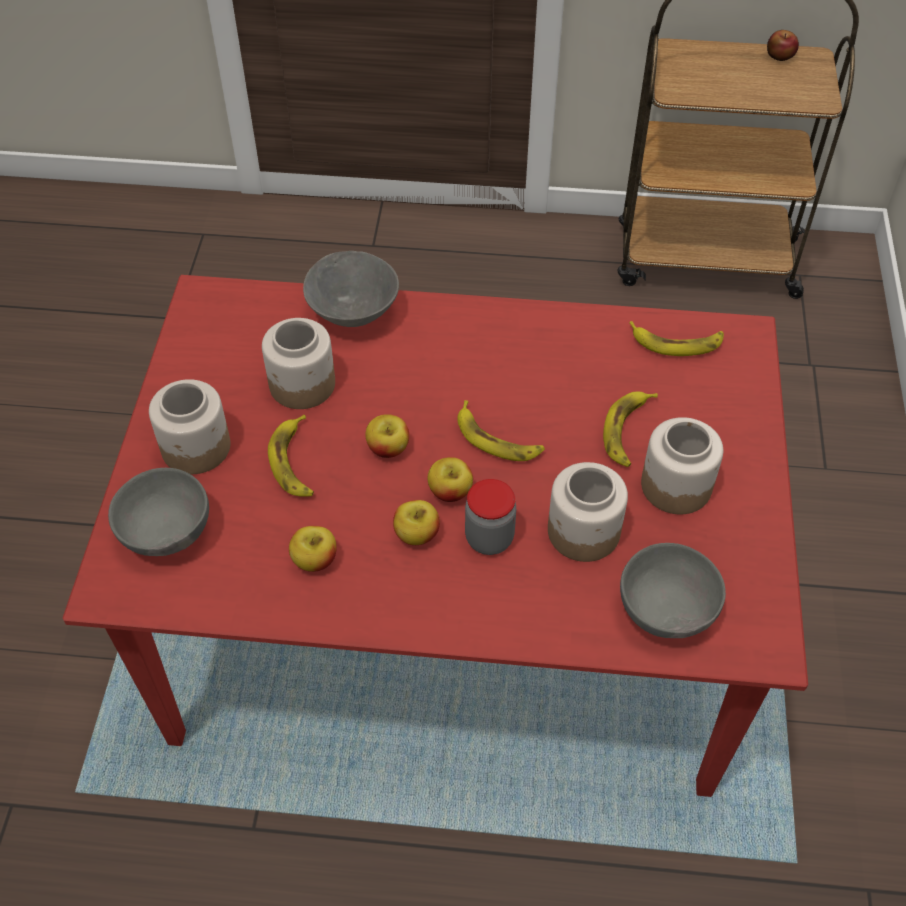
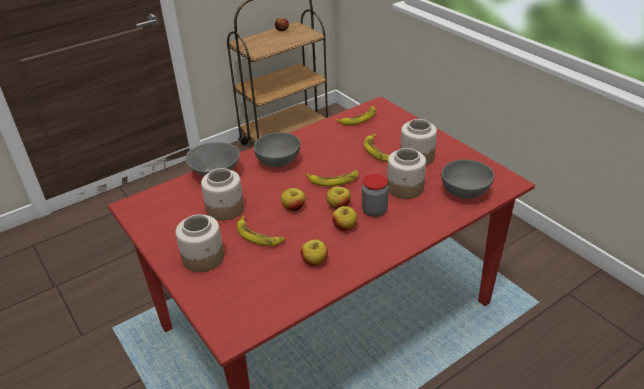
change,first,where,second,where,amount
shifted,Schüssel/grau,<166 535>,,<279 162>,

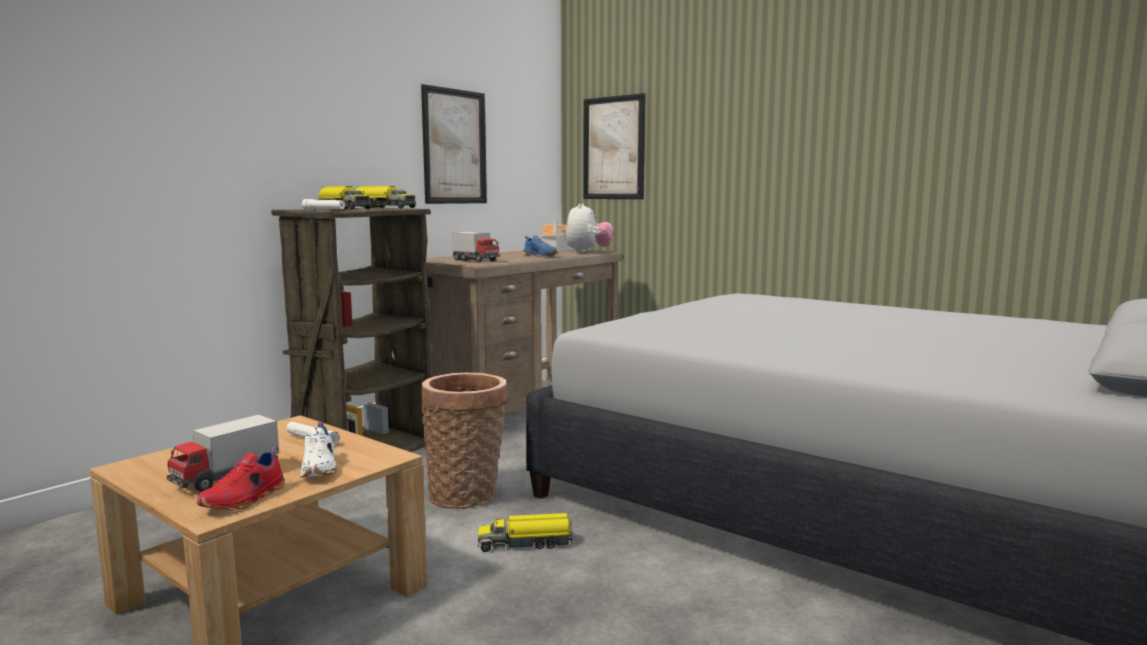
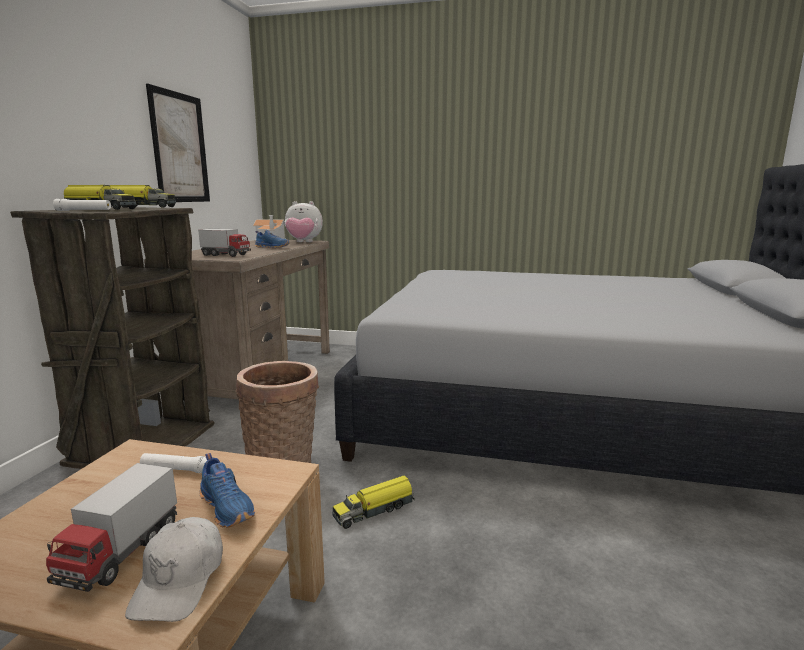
change,first,where,second,where,amount
gone,Bild,<613 148>,,,
rotated,Plüschtier,<588 252>,,<303 242>,105 degrees clockwise
repainted,Schuh/weiß,<320 468>,Schuh/blau,<228 507>,
swapped,Schuh/rot,<245 499>,Kappe/weiß,<180 580>,

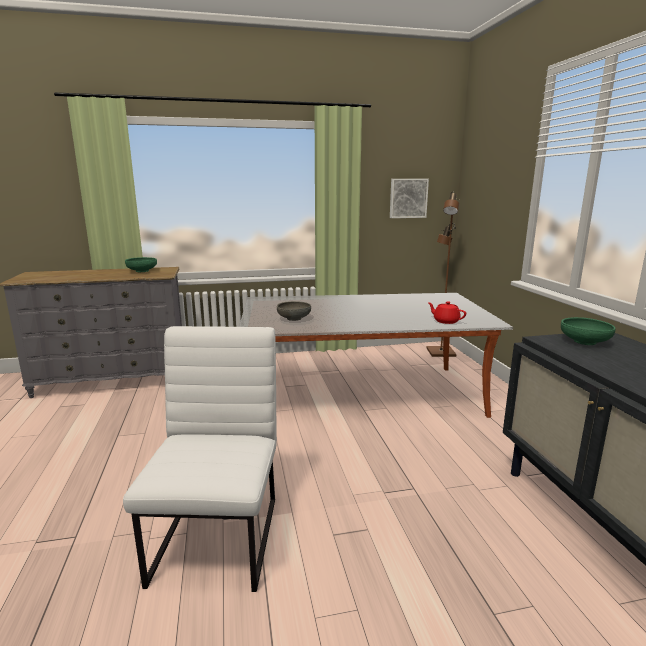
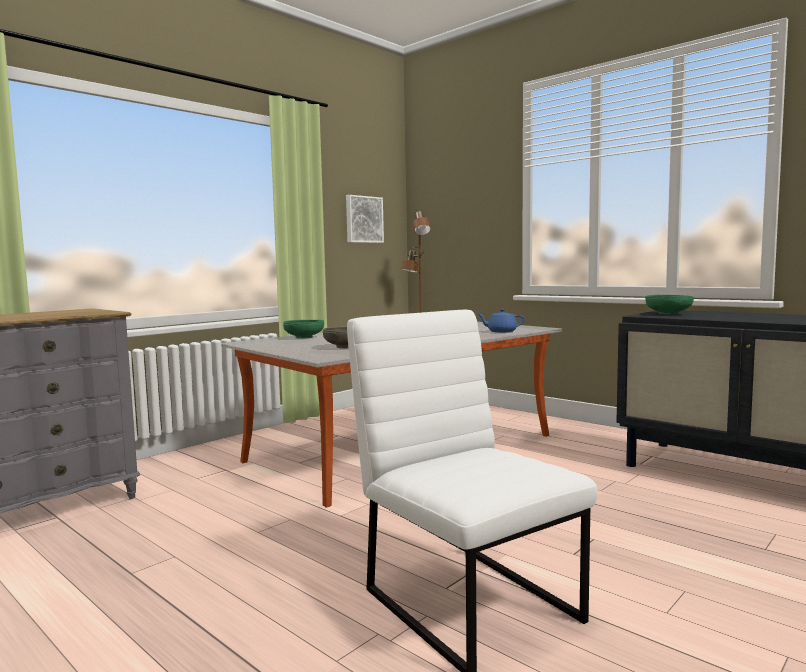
change,first,where,second,where,amount
shifted,Schüssel/grün,<142 271>,,<304 337>,
repainted,Teekanne/rot,<445 321>,Teekanne/blau,<501 331>,

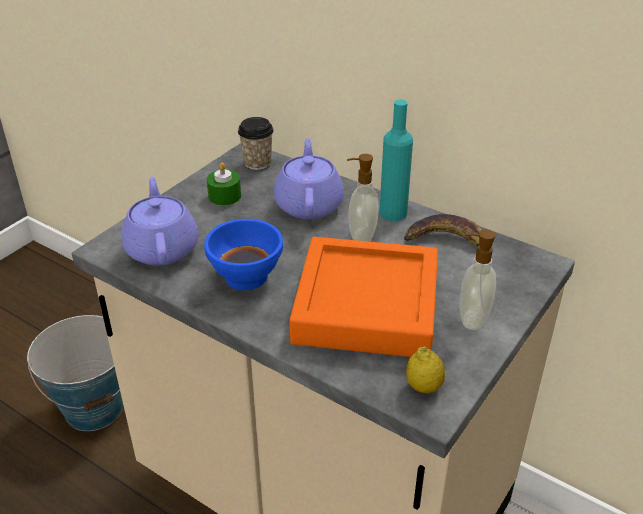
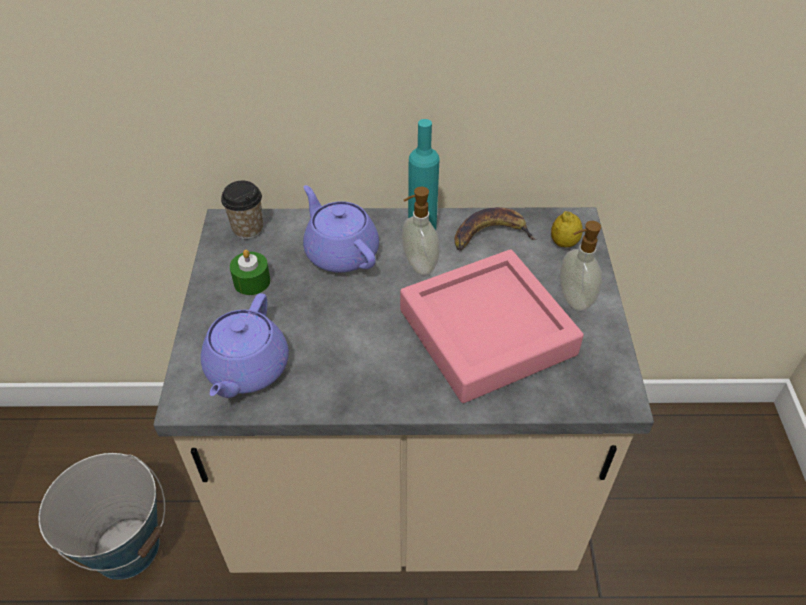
change,first,where,second,where,amount
rotated,Teekanne/lila,<162 248>,,<246 369>,120 degrees counterclockwise
gone,Schüssel/blau,<246 276>,,,
repainted,Tablett/orange,<366 306>,Tablett/rosa,<487 332>,
shifted,Zitrone,<423 387>,,<564 243>,

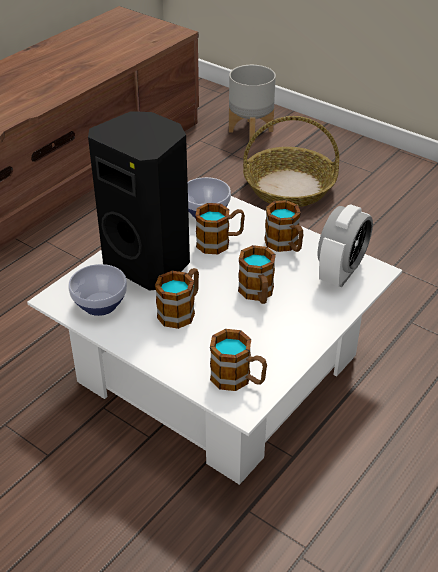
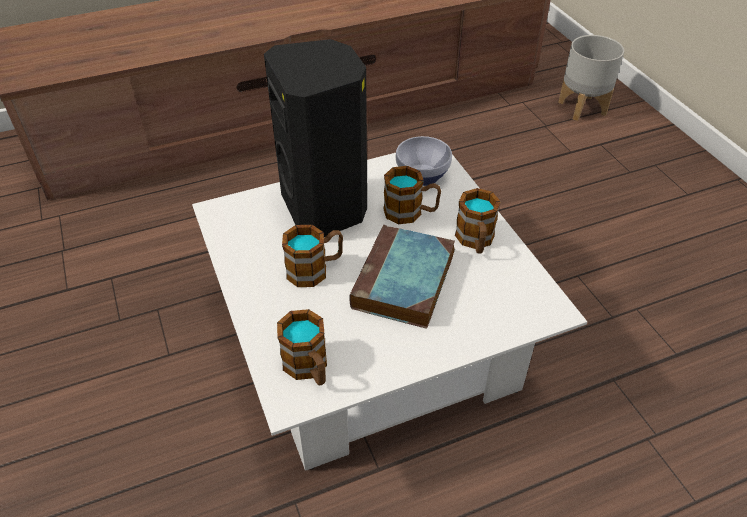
change,first,where,second,where,amount
gone,Korb,<289 187>,,,
gone,Wecker,<341 272>,,,
swapped,Henkelbecher,<257 294>,Buch,<403 283>,
gone,Schüssel,<99 303>,,,

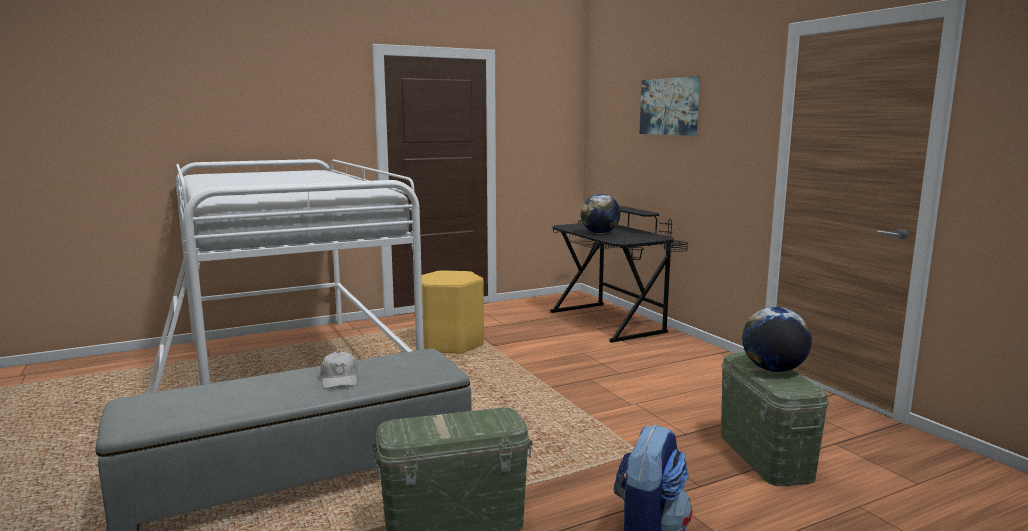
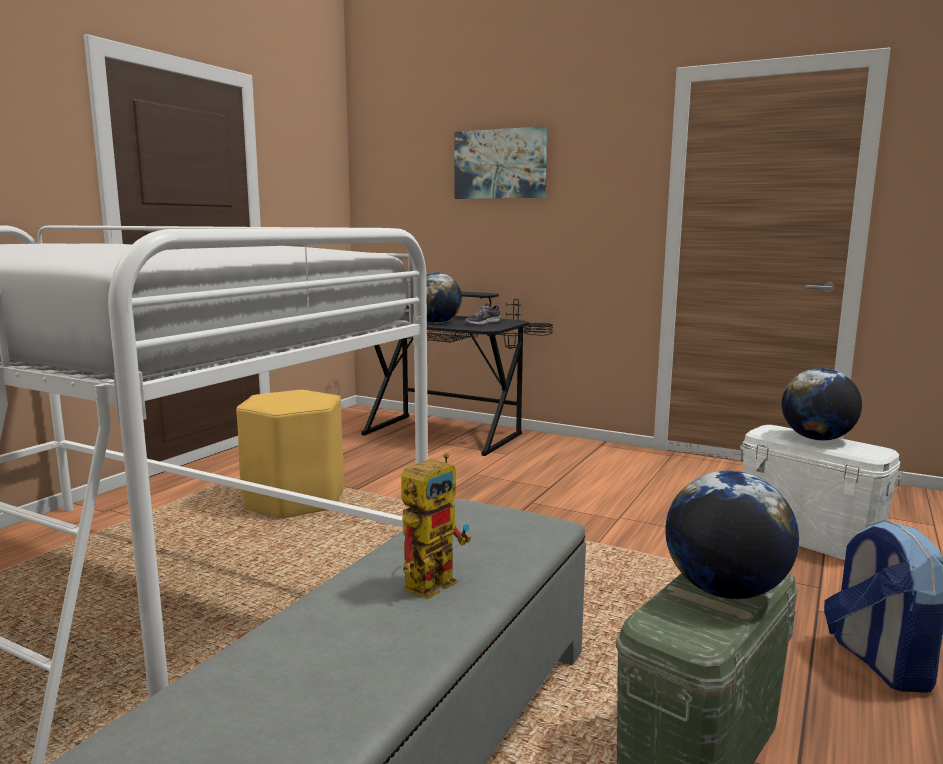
change,first,where,second,where,amount
swapped,Kappe/weiß,<340 379>,Spielzeugroboter,<434 579>,
repainted,Aufbewahrungsbox/grün,<764 456>,Aufbewahrungsbox/weiß,<807 537>,
new,,,Schuh,<482 323>,
new,,,Globus,<724 591>,

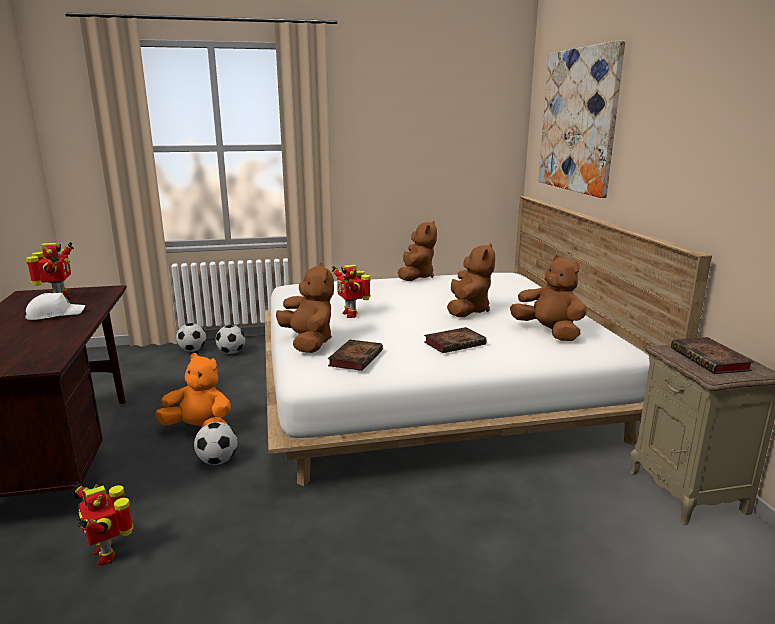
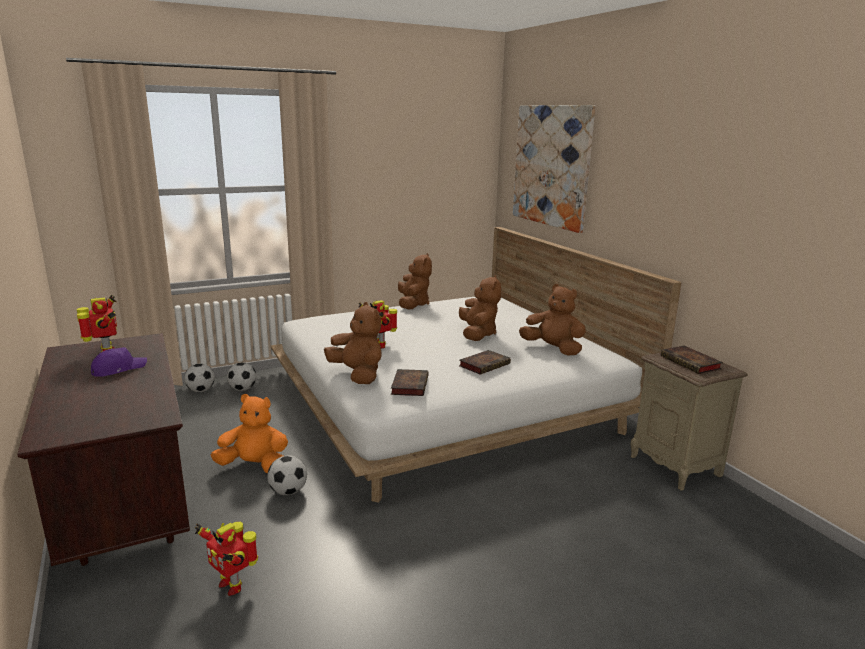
change,first,where,second,where,amount
repainted,Kappe/weiß,<55 314>,Kappe/lila,<118 369>,

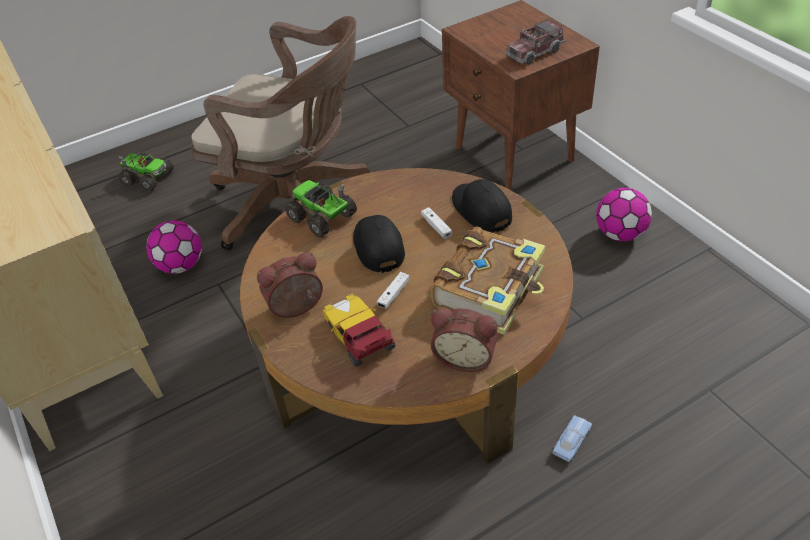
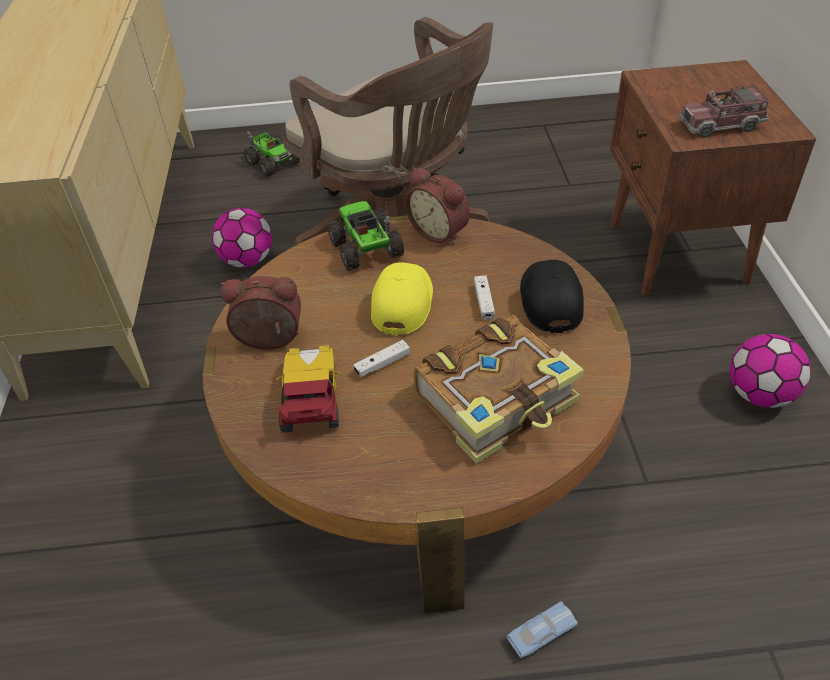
change,first,where,second,where,amount
repainted,Kappe/schwarz,<378 246>,Kappe/gelb,<402 302>,
shifted,Wecker,<465 357>,,<440 231>,

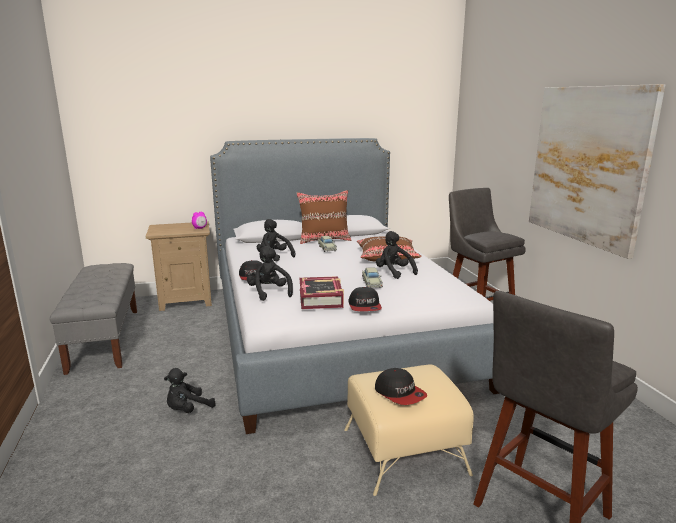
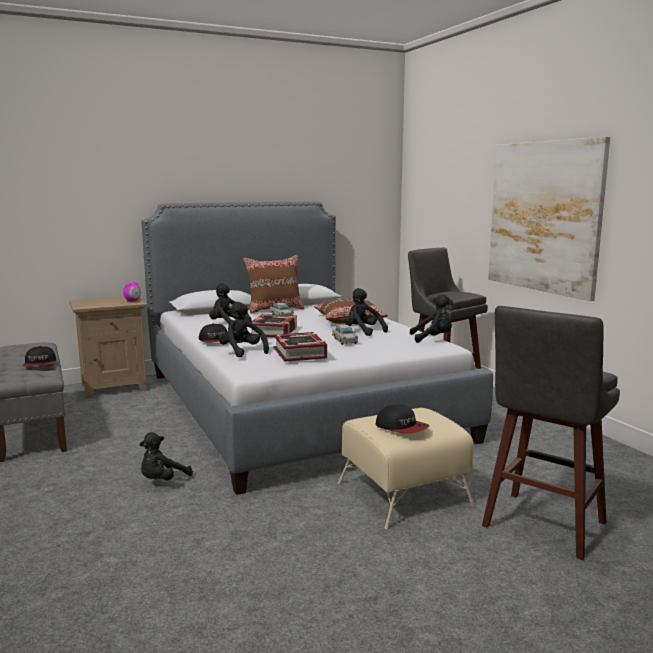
change,first,where,second,where,amount
shifted,Kappe,<365 306>,,<40 364>,
new,,,Plüschtier/schwarz,<433 338>,
new,,,Buch,<274 331>,

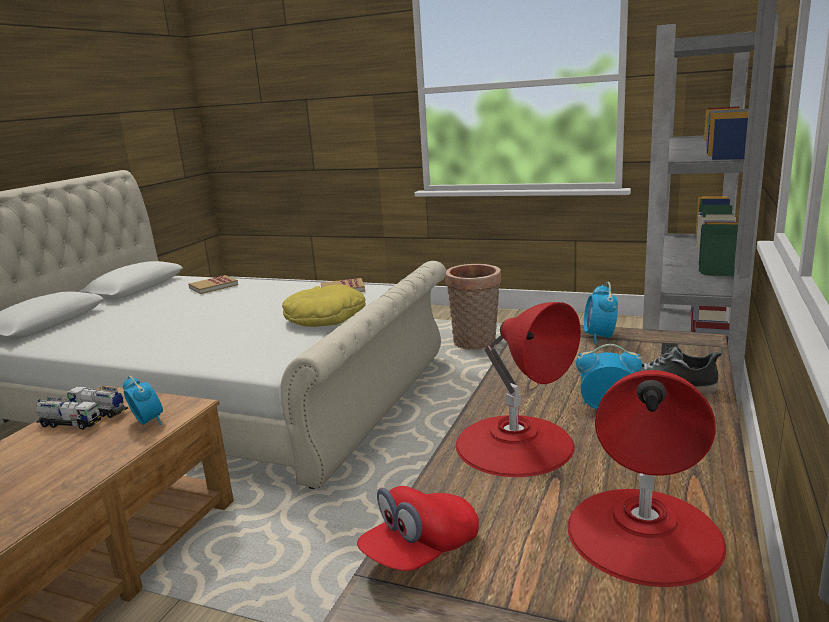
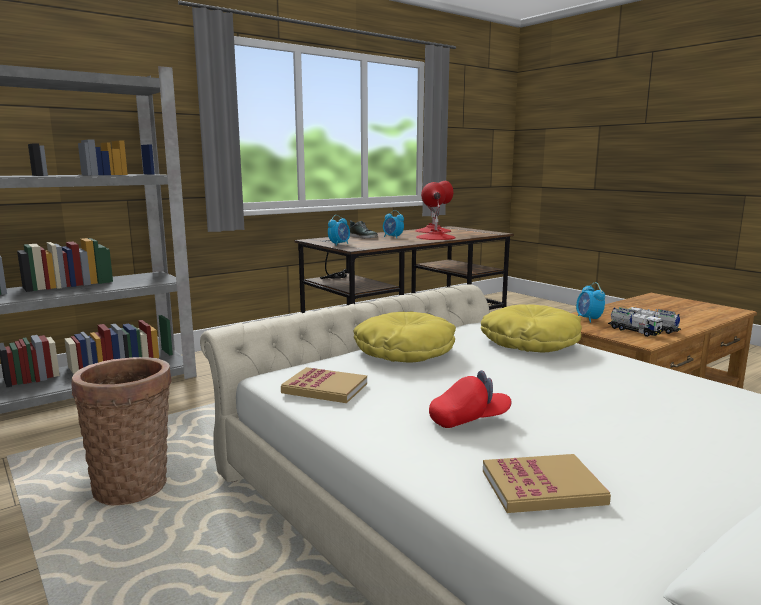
change,first,where,second,where,amount
shifted,Kappe/rot,<421 551>,,<469 420>,
new,,,Kissen/gelb,<531 343>,

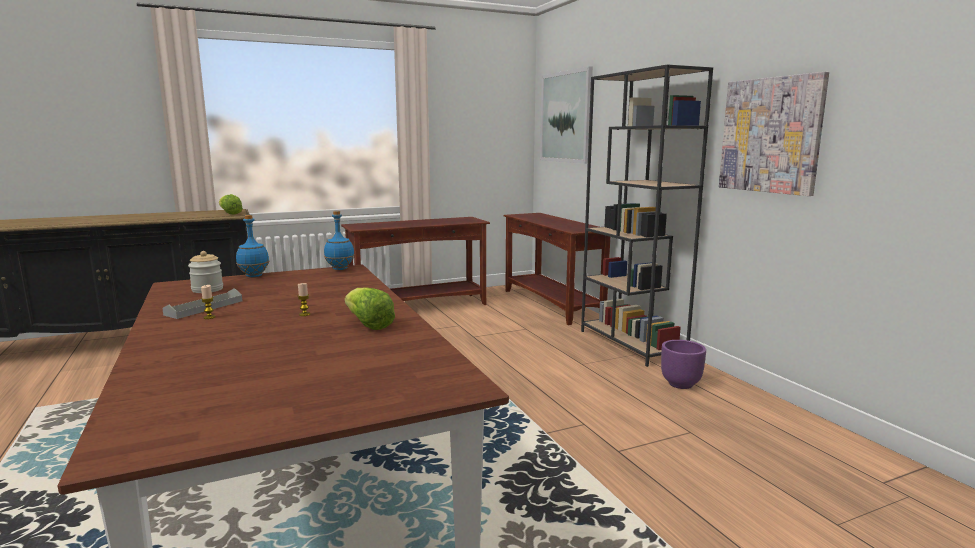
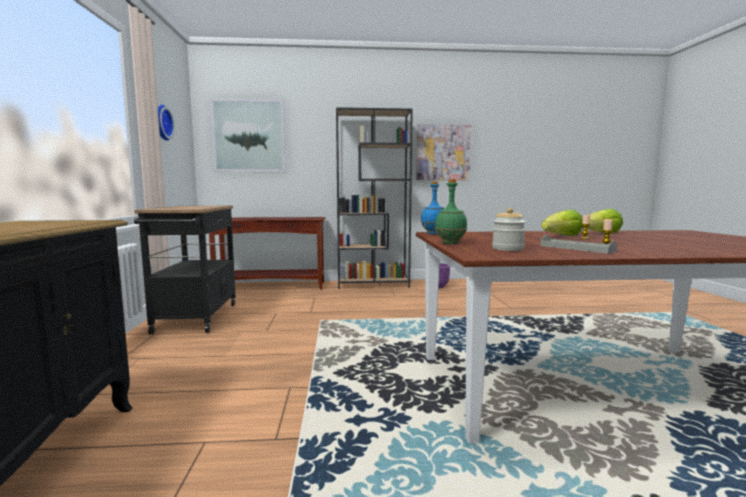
change,first,where,second,where,amount
shifted,Salatkopf,<229 213>,,<562 236>,
repainted,Flasche/blau,<253 276>,Flasche/grün,<450 243>,
swapped,Konsolentisch/braun,<419 306>,Rollwagen/schwarz,<195 319>,
new,,,Wanduhr,<161 122>,

